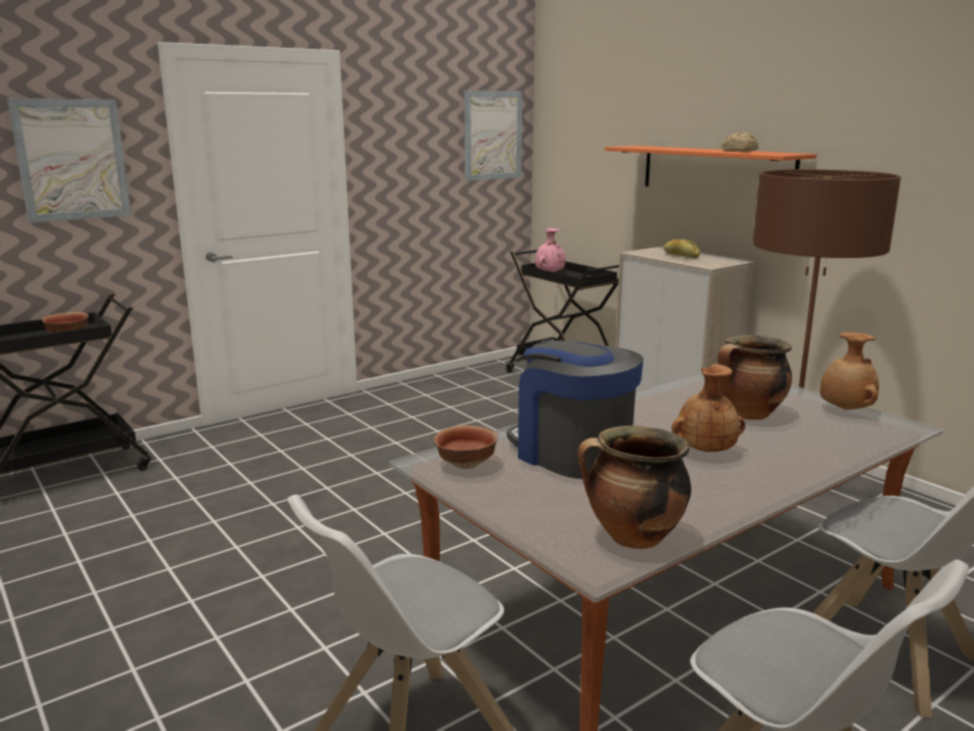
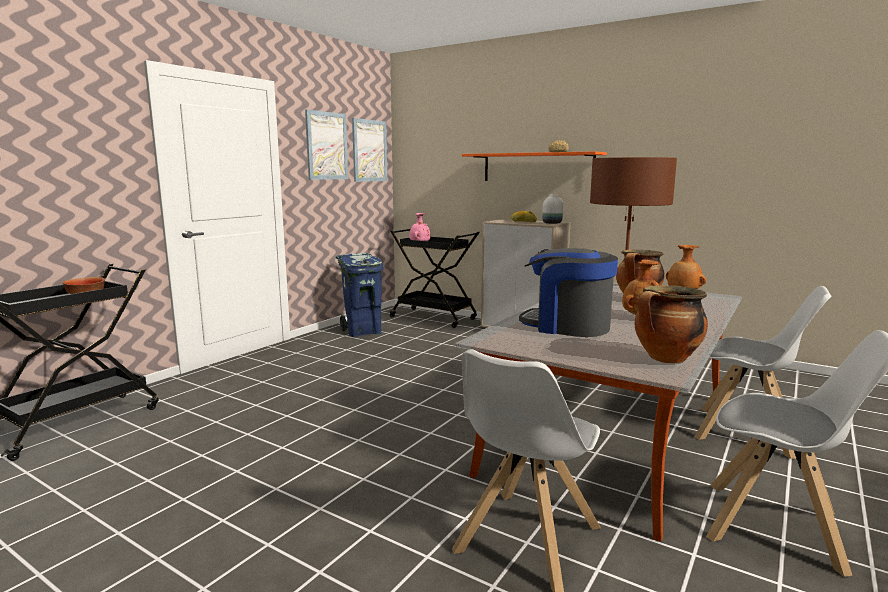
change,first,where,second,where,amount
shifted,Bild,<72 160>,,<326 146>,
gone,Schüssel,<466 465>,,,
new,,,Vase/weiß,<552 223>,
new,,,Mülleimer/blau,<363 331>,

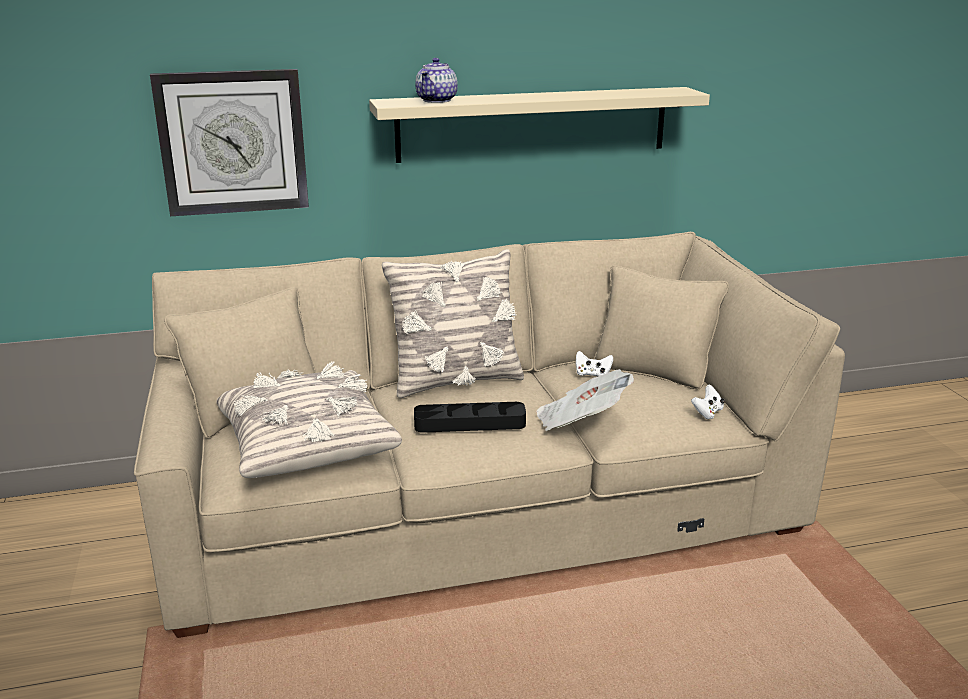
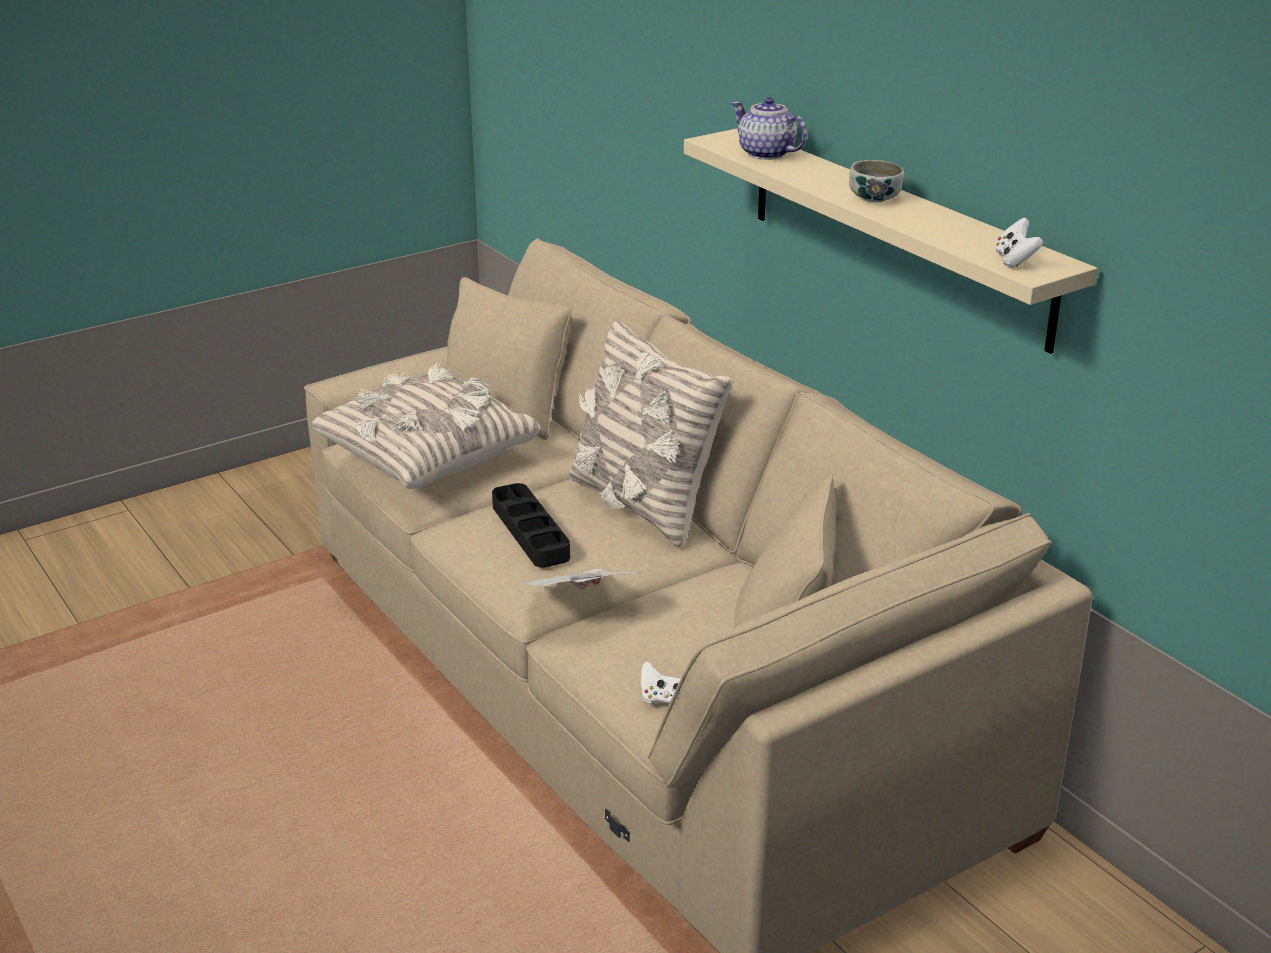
change,first,where,second,where,amount
rotated,Teekanne,<437 100>,,<766 154>,45 degrees clockwise
gone,Wanduhr,<233 142>,,,
shifted,Gamepad/weiß,<592 374>,,<1015 260>,
new,,,Schüssel,<874 198>,

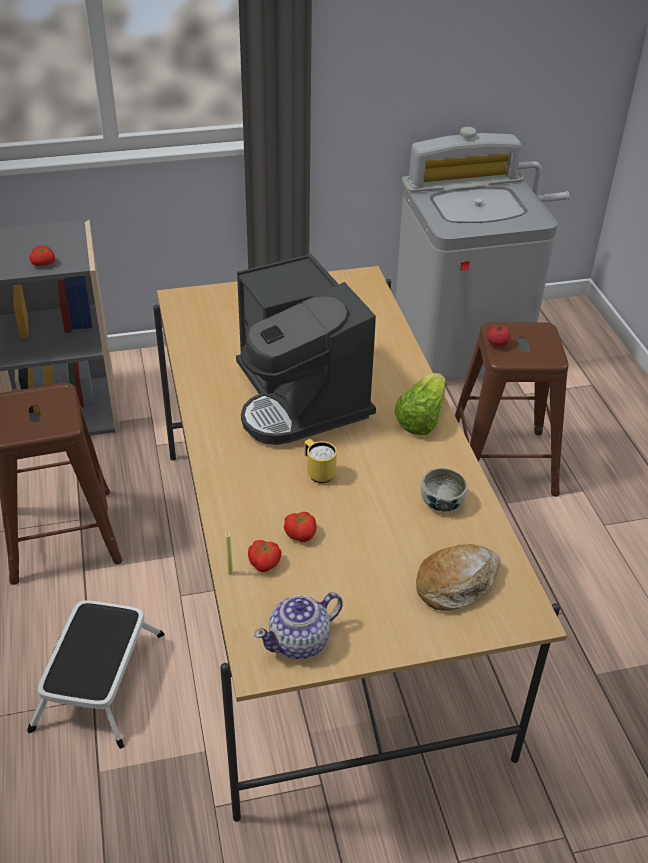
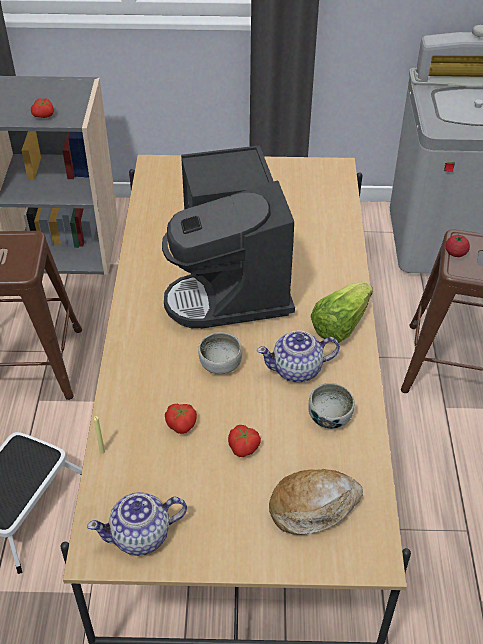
change,first,where,second,where,amount
swapped,Henkelbecher/gelb,<318 472>,Schüssel,<220 364>,
shifted,Tomate,<265 562>,,<244 447>,
new,,,Teekanne,<297 369>,

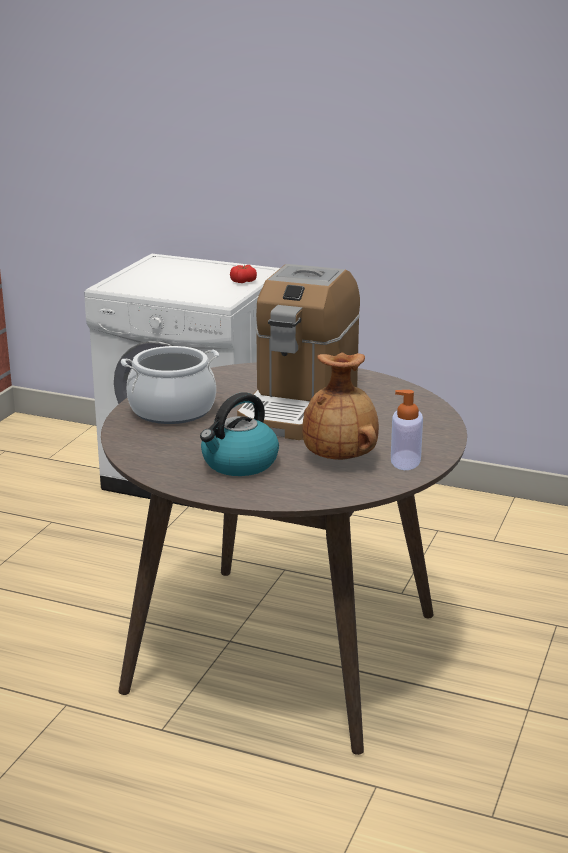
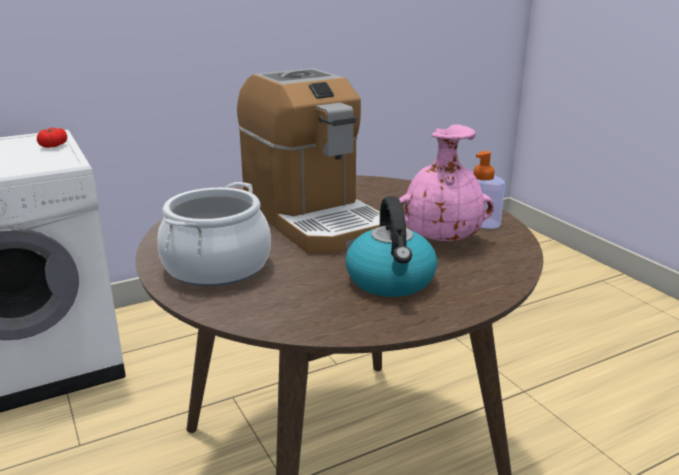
change,first,where,second,where,amount
repainted,Vase/braun,<340 458>,Vase/rosa,<441 239>,

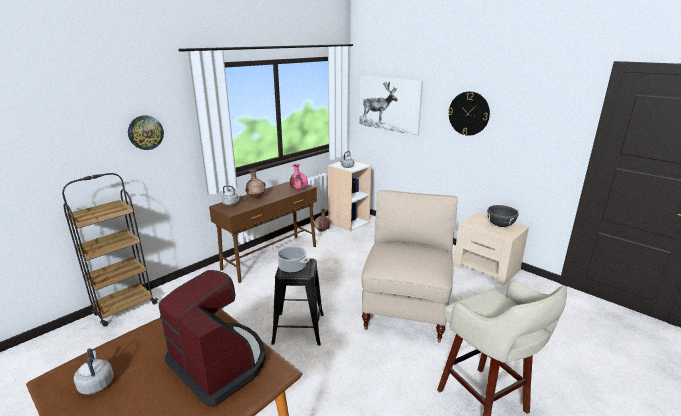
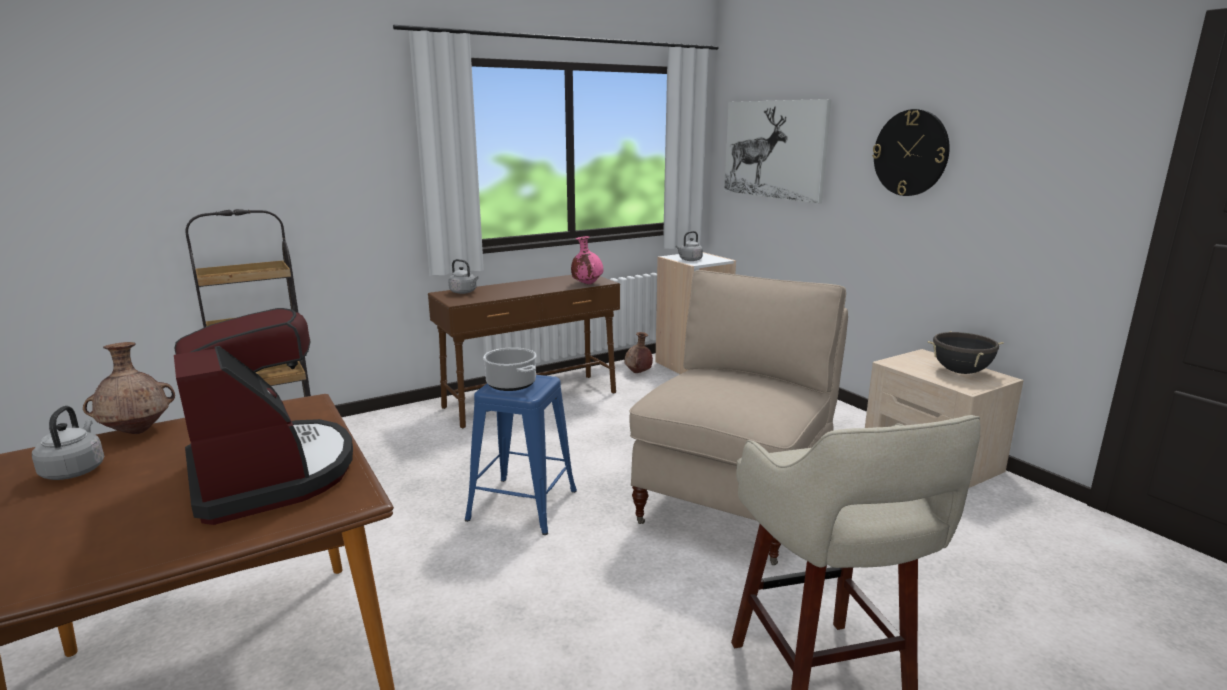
change,first,where,second,where,amount
gone,Wanduhr,<145 132>,,,
shifted,Vase/braun,<256 197>,,<138 431>,
repainted,Hocker/schwarz,<298 328>,Hocker/blau,<523 505>,

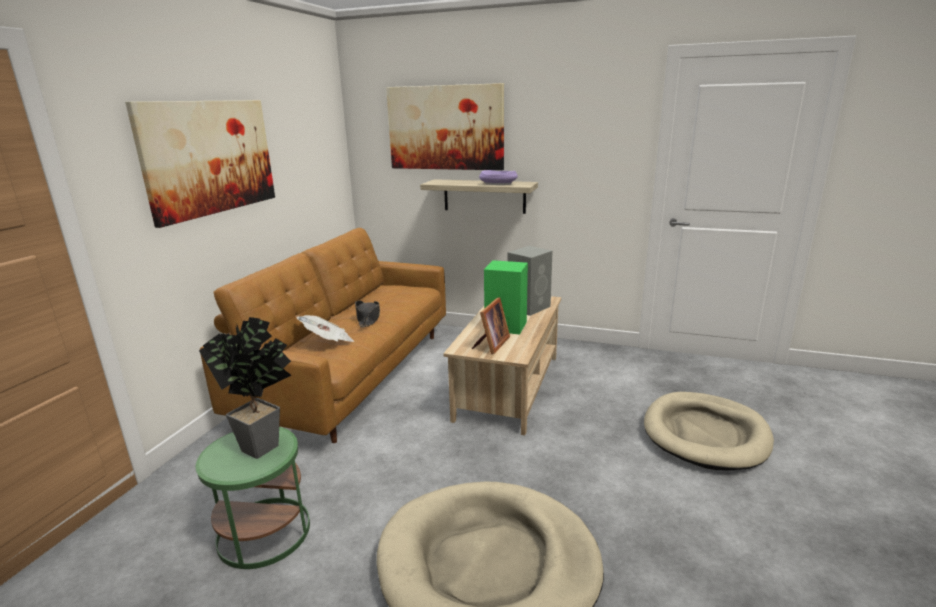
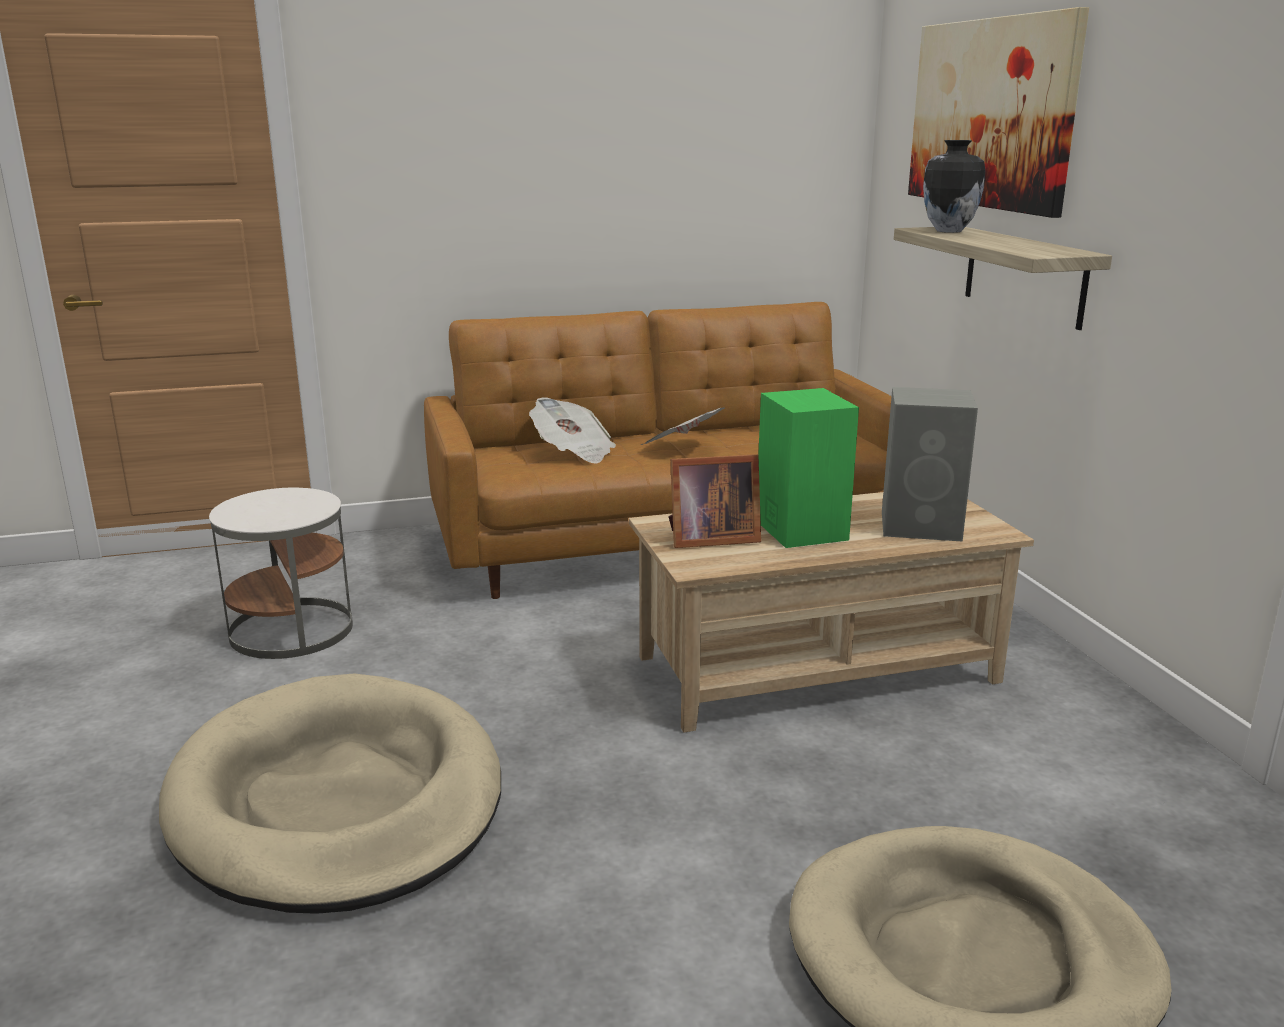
change,first,where,second,where,amount
gone,Bild,<210 157>,,,
gone,Schüssel/lila,<498 184>,,,
swapped,Hut/schwarz,<368 318>,Zeitung,<681 448>,
gone,Topfpflanze,<267 446>,,,
repainted,Beistelltisch/grün,<264 532>,Beistelltisch/weiß,<292 629>,
new,,,Vase,<948 231>,

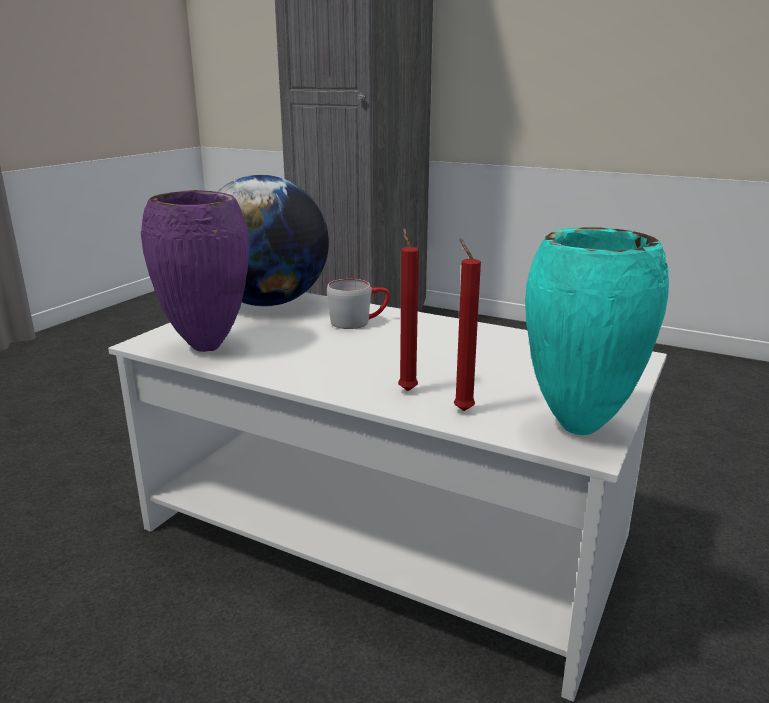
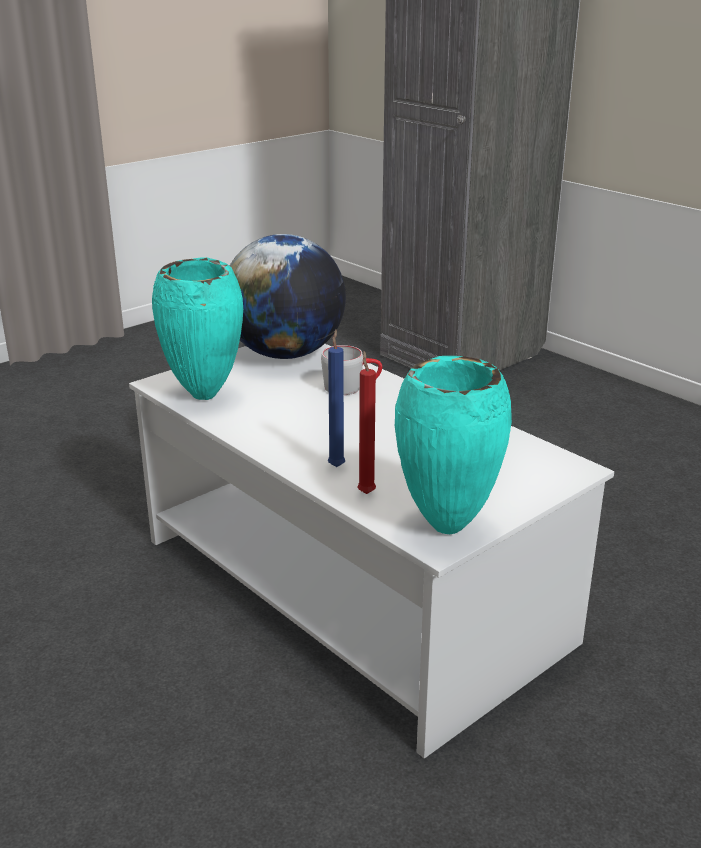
change,first,where,second,where,amount
repainted,Vase/lila,<209 347>,Vase/türkis,<206 396>,
repainted,Kerze/rot,<407 389>,Kerze/blau,<337 465>,

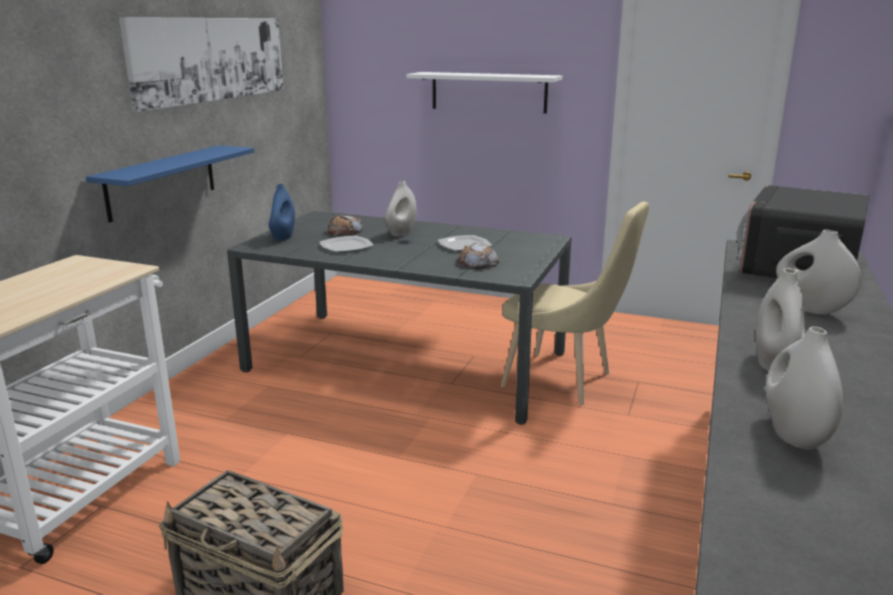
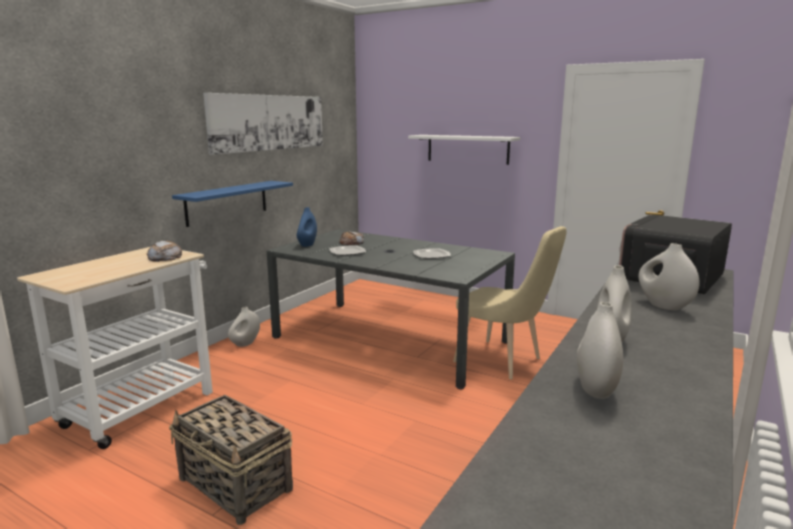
change,first,where,second,where,amount
shifted,Vase/weiß,<401 234>,,<245 344>,
shifted,Brot,<477 263>,,<165 257>,

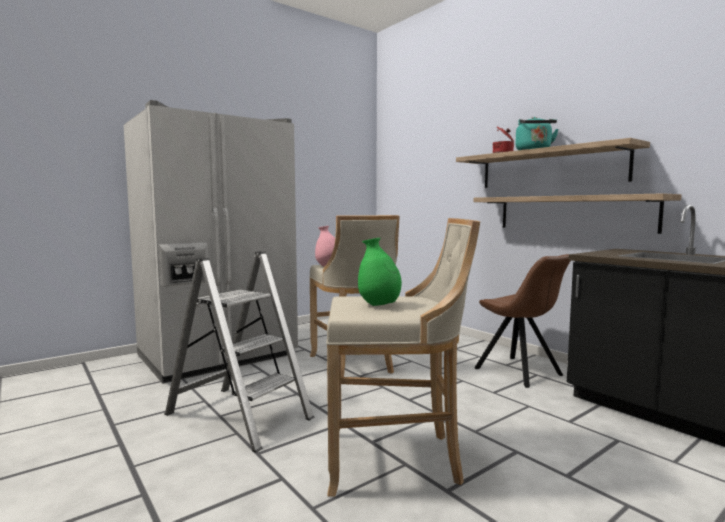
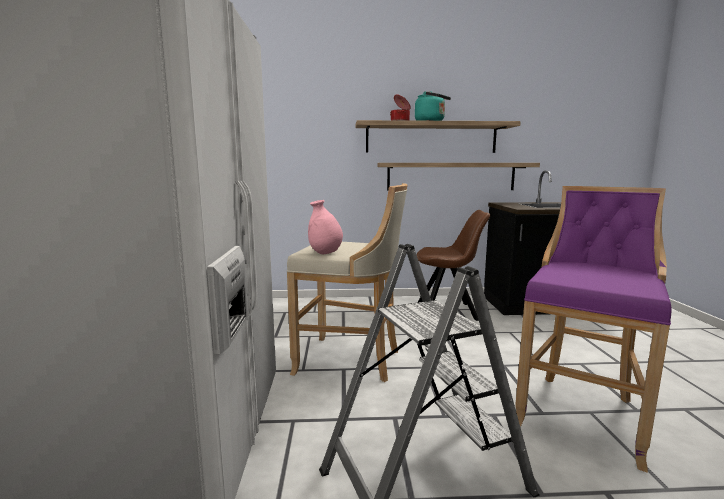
change,first,where,second,where,amount
repainted,Hocker/beige,<396 460>,Hocker/lila,<581 413>,
gone,Vase/grün,<379 305>,,,

